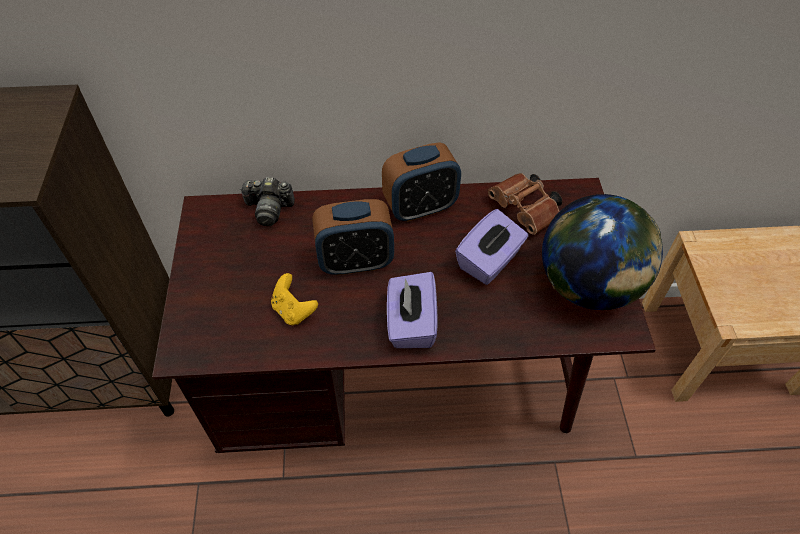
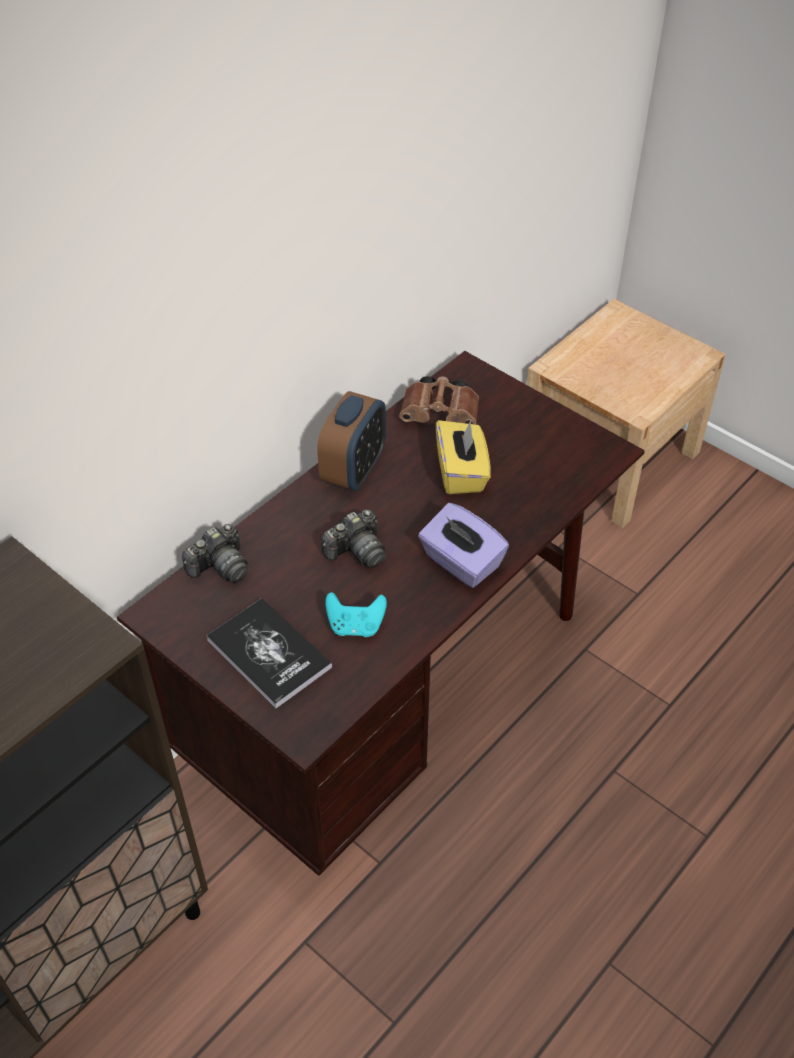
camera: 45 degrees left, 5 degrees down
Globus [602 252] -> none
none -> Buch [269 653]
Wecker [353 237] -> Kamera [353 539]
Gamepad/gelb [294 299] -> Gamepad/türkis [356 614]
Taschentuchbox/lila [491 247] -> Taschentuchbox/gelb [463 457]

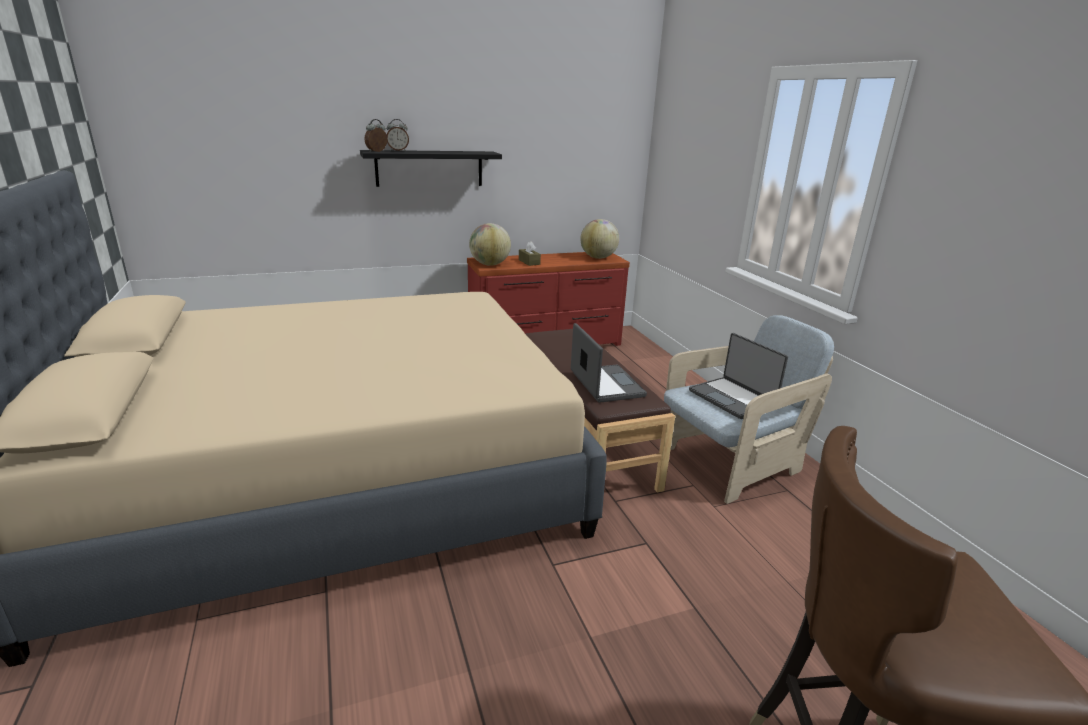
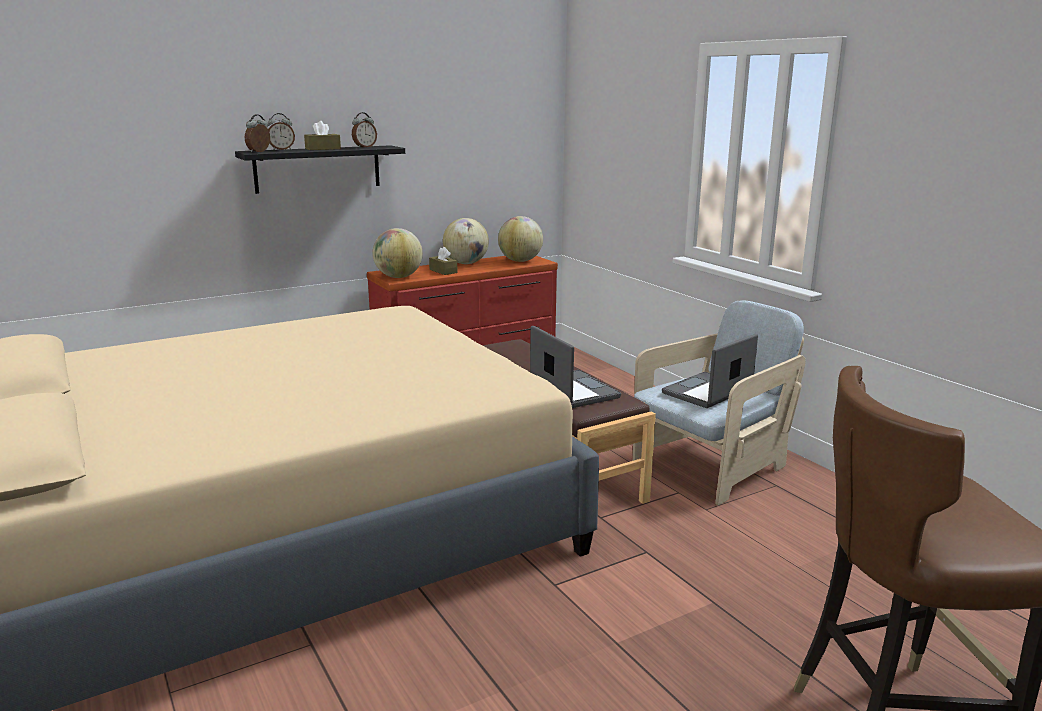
camera: 10 degrees left, 5 degrees down
none -> Taschentuchbox/braun [322 135]
none -> Wecker [364 130]
none -> Globus [466 241]
Laptop [738 376] -> Laptop [710 371], 90 degrees clockwise

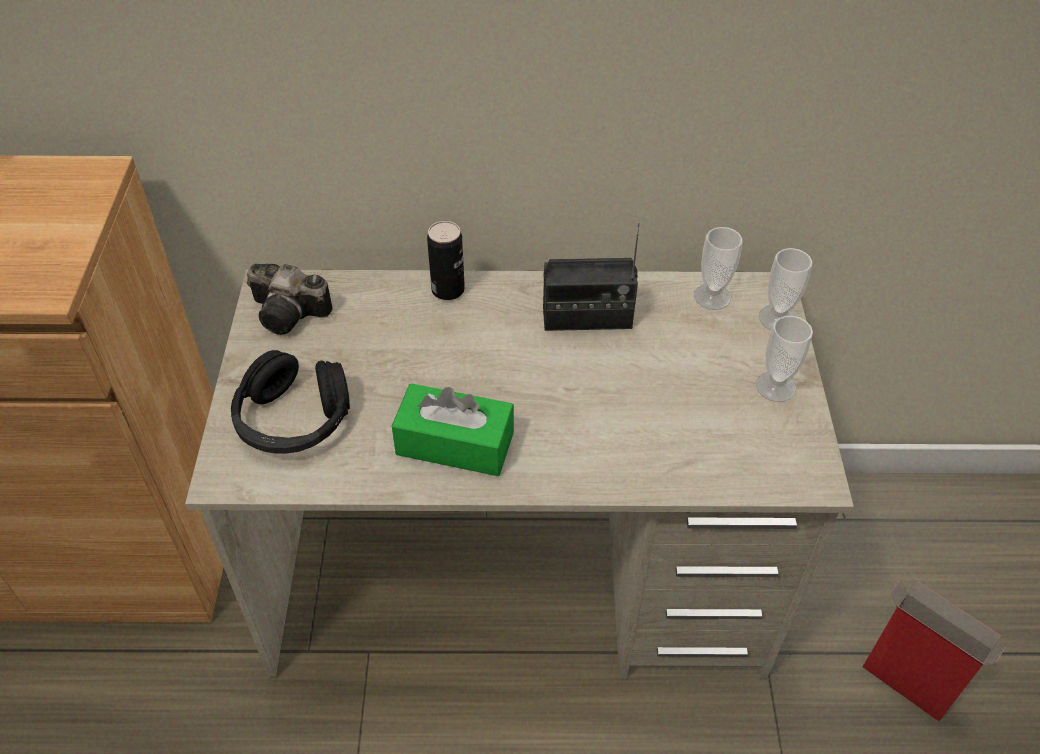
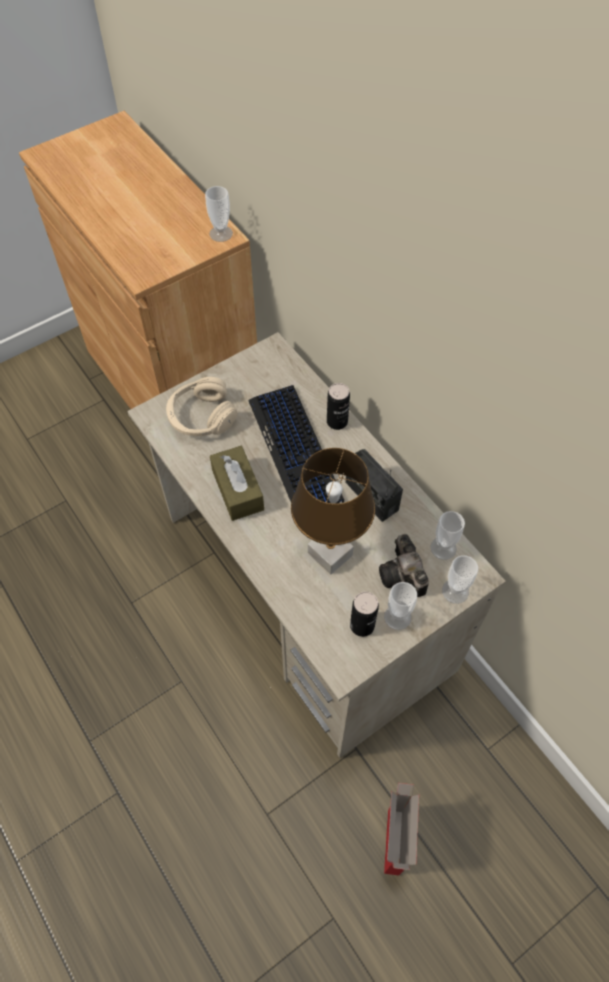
camera: 55 degrees right, 10 degrees up
none -> Tasse [219 214]
none -> Tastatur [296 444]
none -> Tischlampe/braun [333 511]
none -> Dose [364 614]
Kamera [290 299] -> Kamera [404 565], relocated
Kopfhörer/schwarz [290 402] -> Kopfhörer/beige [202 406]
Taschentuchbox/grün [453 429] -> Taschentuchbox/braun [237 483]

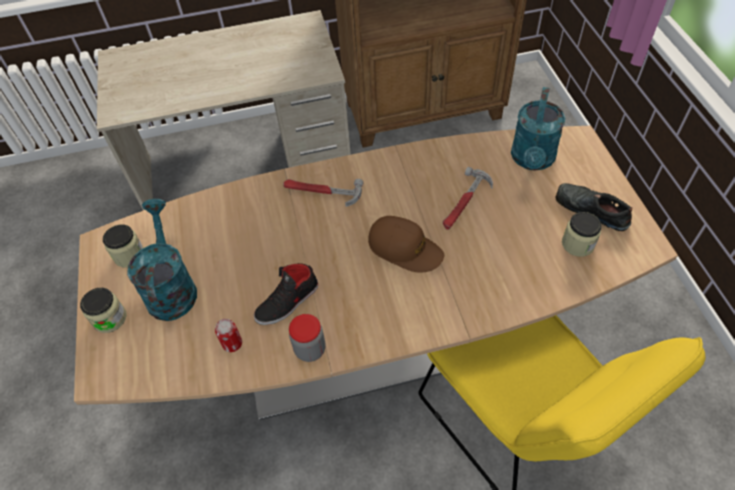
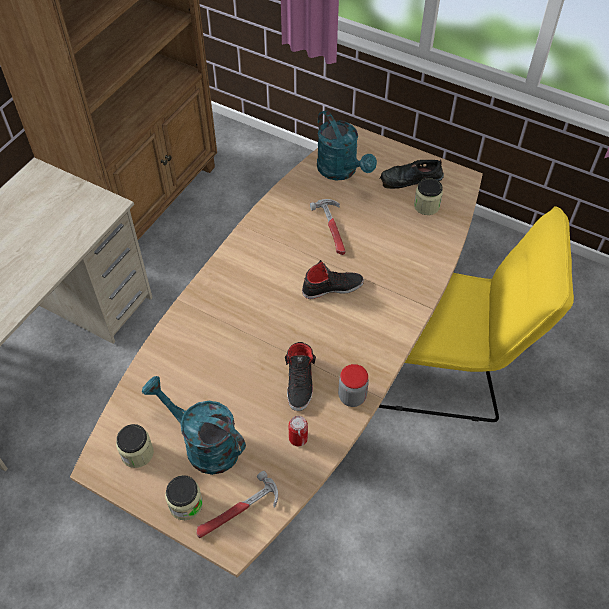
camera: 50 degrees left, 0 degrees up
Hammer [323 193] -> Hammer [237 504], relocated
Kappe/braun [406 244] -> Schuh/schwarz [333 279]

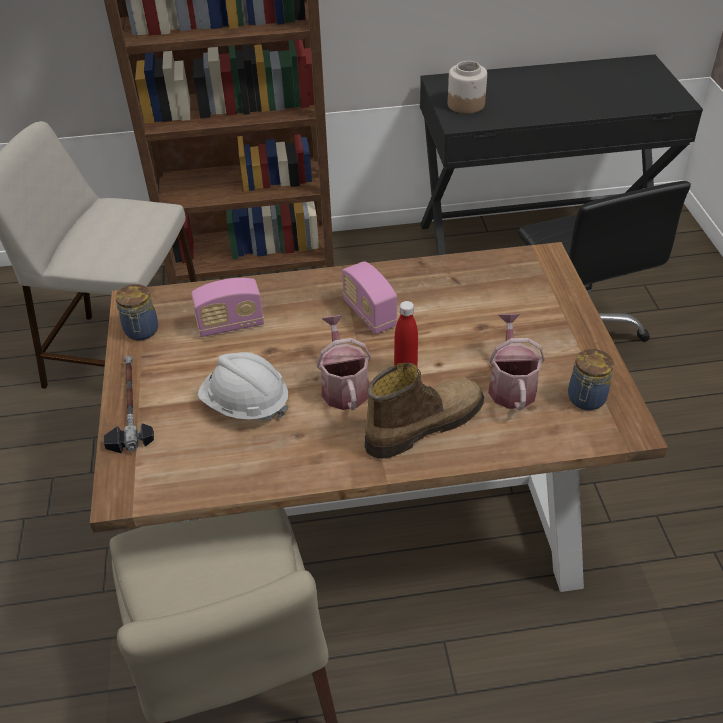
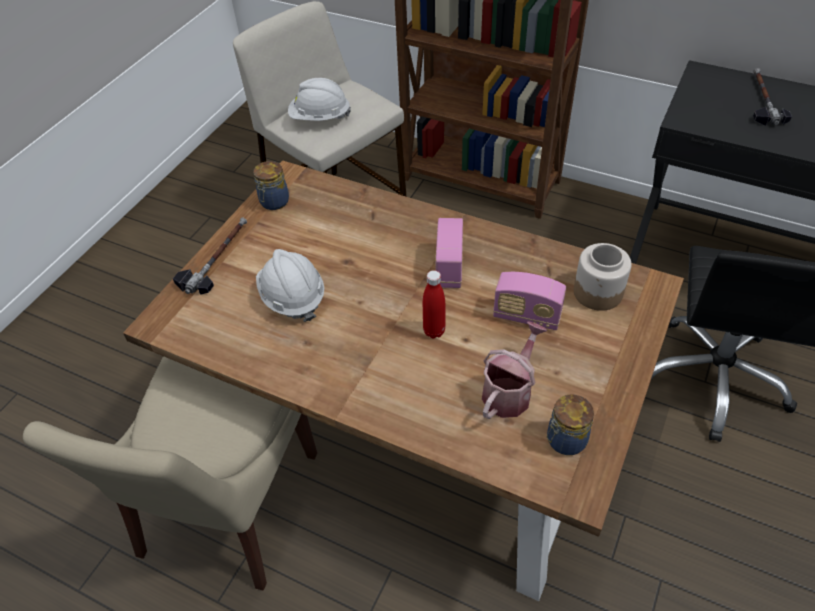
camera: 35 degrees right, 5 degrees up
Gießkanne [343 363] -> none
Stiefel [424 411] -> none
none -> Schutzhelm/weiß [319 99]
none -> Hammer [772 97]
Radio [227 307] -> Radio [529 301], relocated
Vorratsglas [467 87] -> Vorratsglas [603 277], relocated

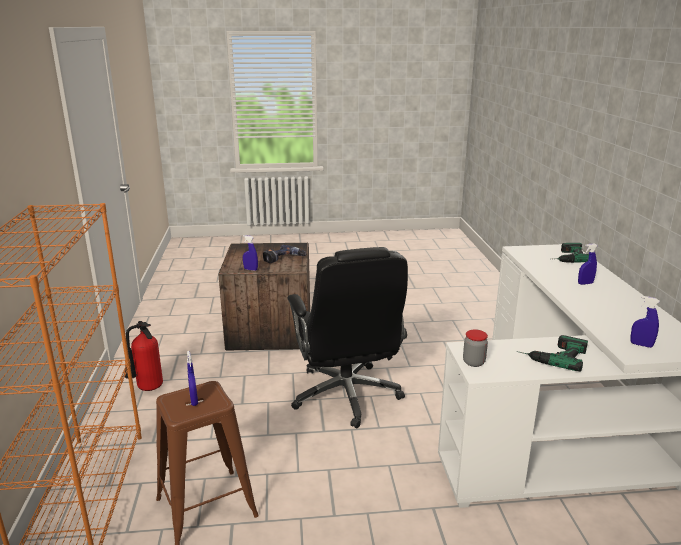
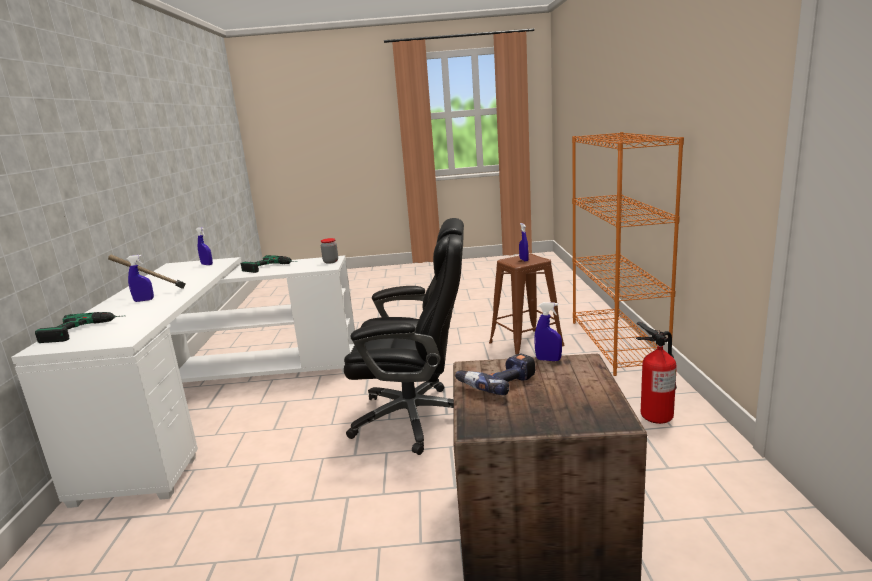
camera: 175 degrees left, 5 degrees down
none -> Hammer [146 271]
Bürostuhl/schwarz [348 337] -> Bürostuhl/schwarz [404 336], 105 degrees clockwise

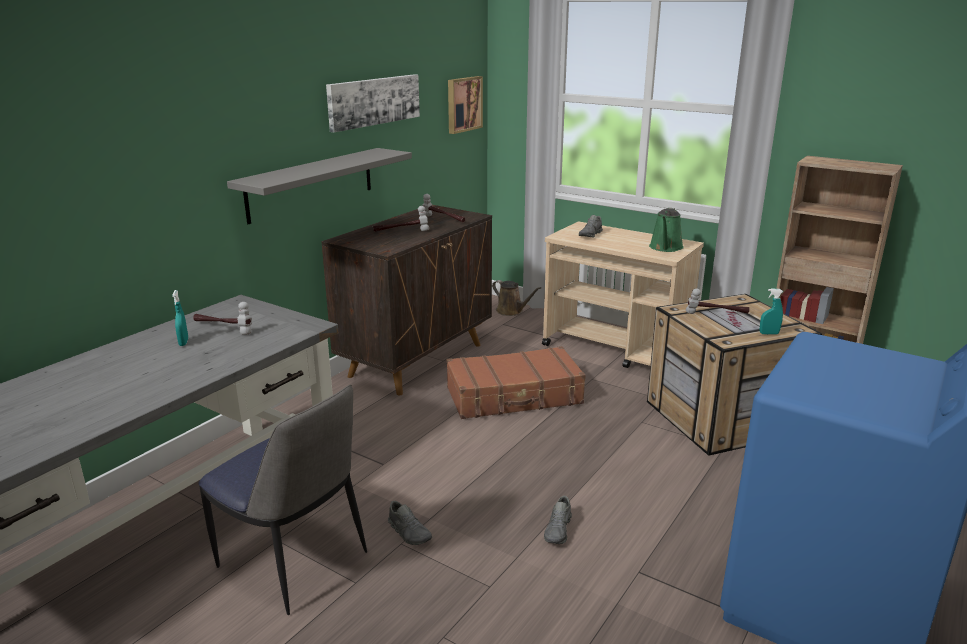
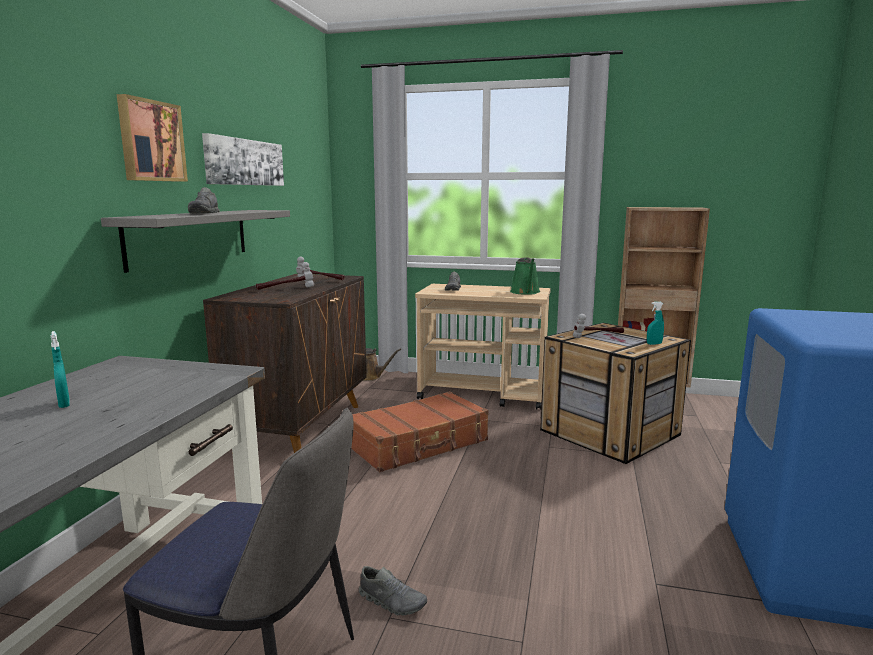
camera: 20 degrees left, 10 degrees down
Hammer [222 318] -> none
Bild [465 105] -> Bild [152 138], relocated
Schuh/grau [558 520] -> Schuh/grau [204 200], relocated

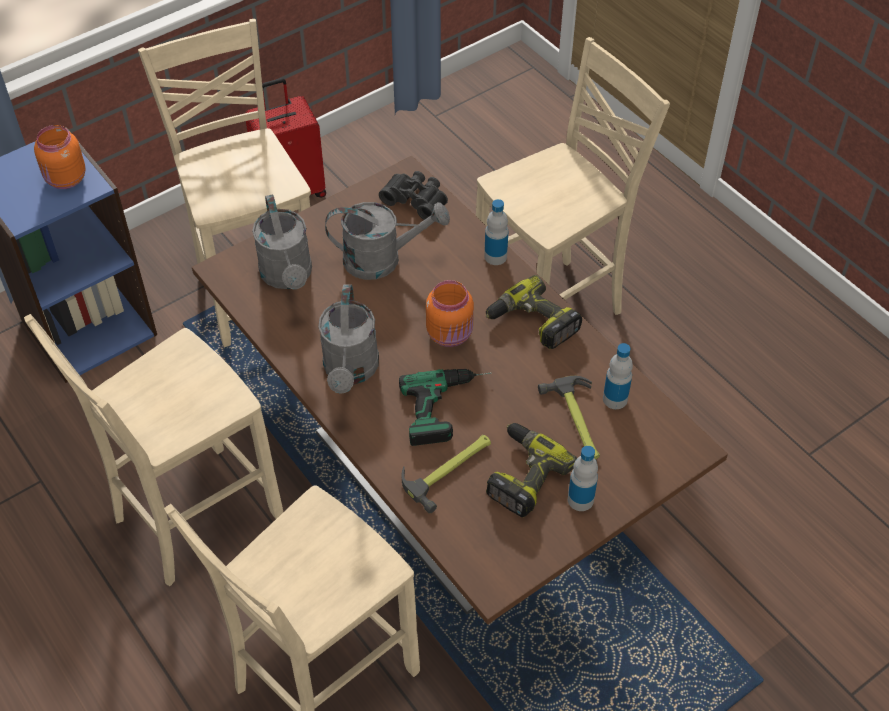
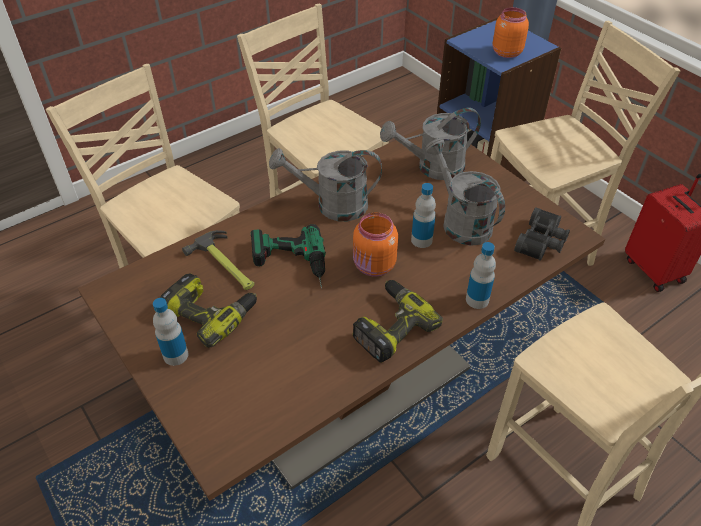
camera: 90 degrees right, 5 degrees down
Hammer [569 417] -> none
Flasche [618 376] -> Flasche [423 215], relocated
Gießkanne/grau [387 241] -> Gießkanne/grau [465 192], 150 degrees clockwise

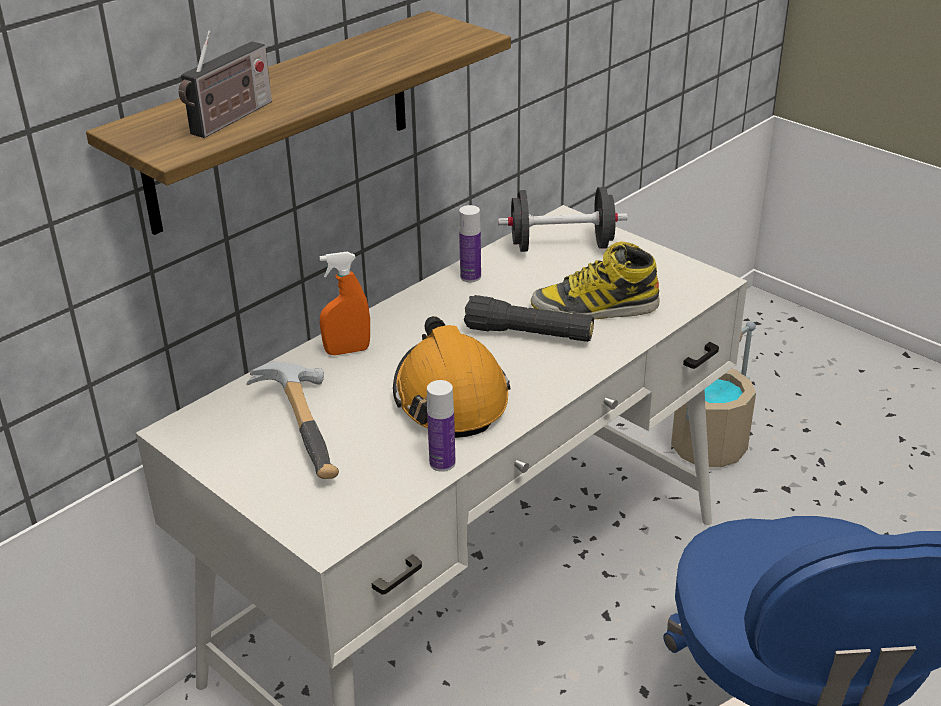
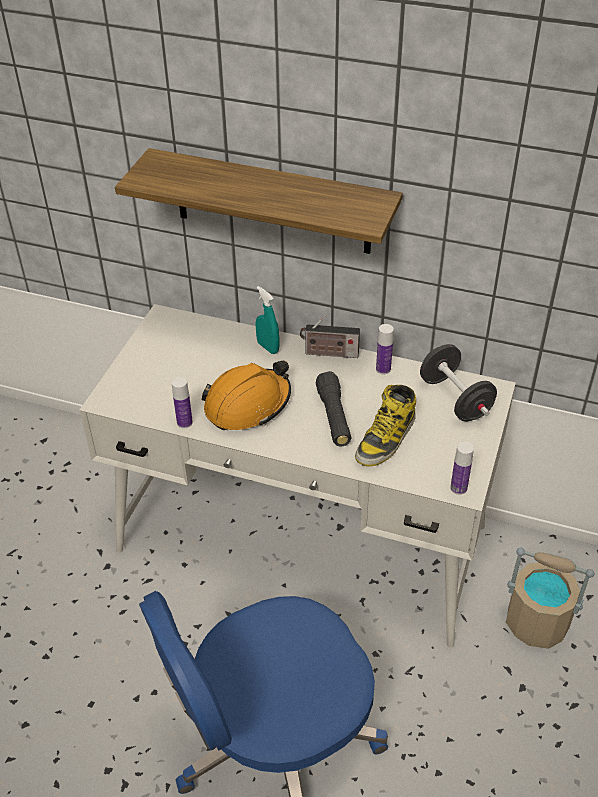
camera: 65 degrees right, 10 degrees up
Hammer [292 420] -> none
none -> Flasche [462 468]
Radio [225 84] -> Radio [330 336], relocated
Sprühflasche/orange [345 303] -> Sprühflasche/türkis [267 320]
Stiefel [595 280] -> Stiefel [385 426], 120 degrees counterclockwise

